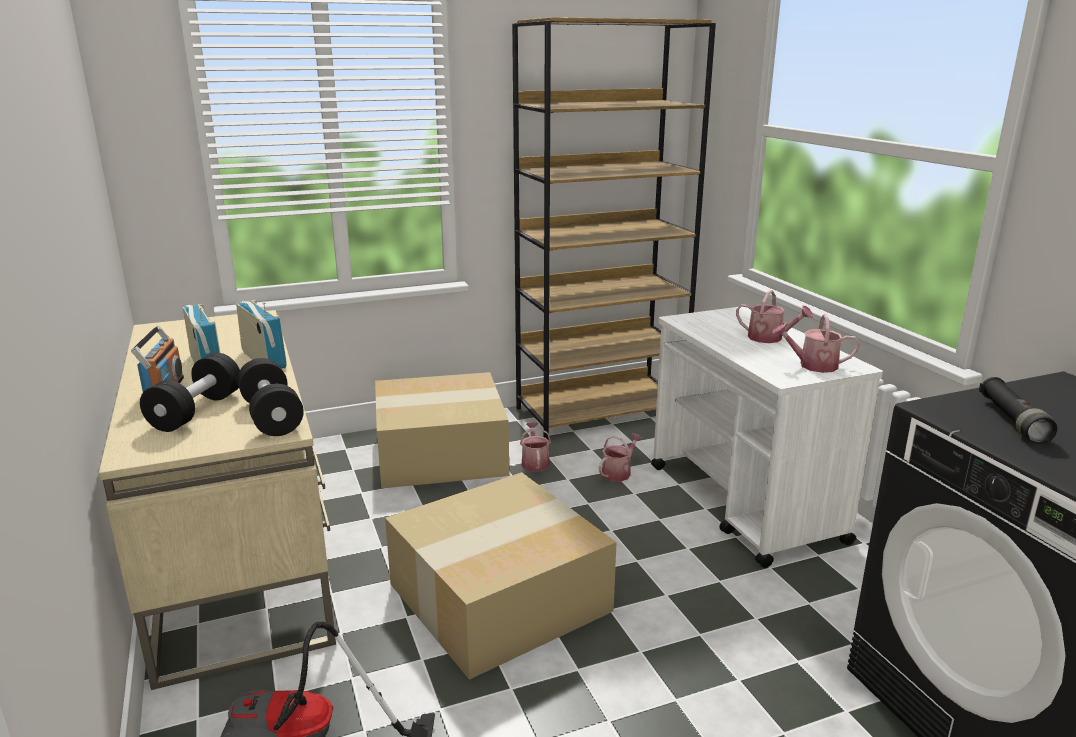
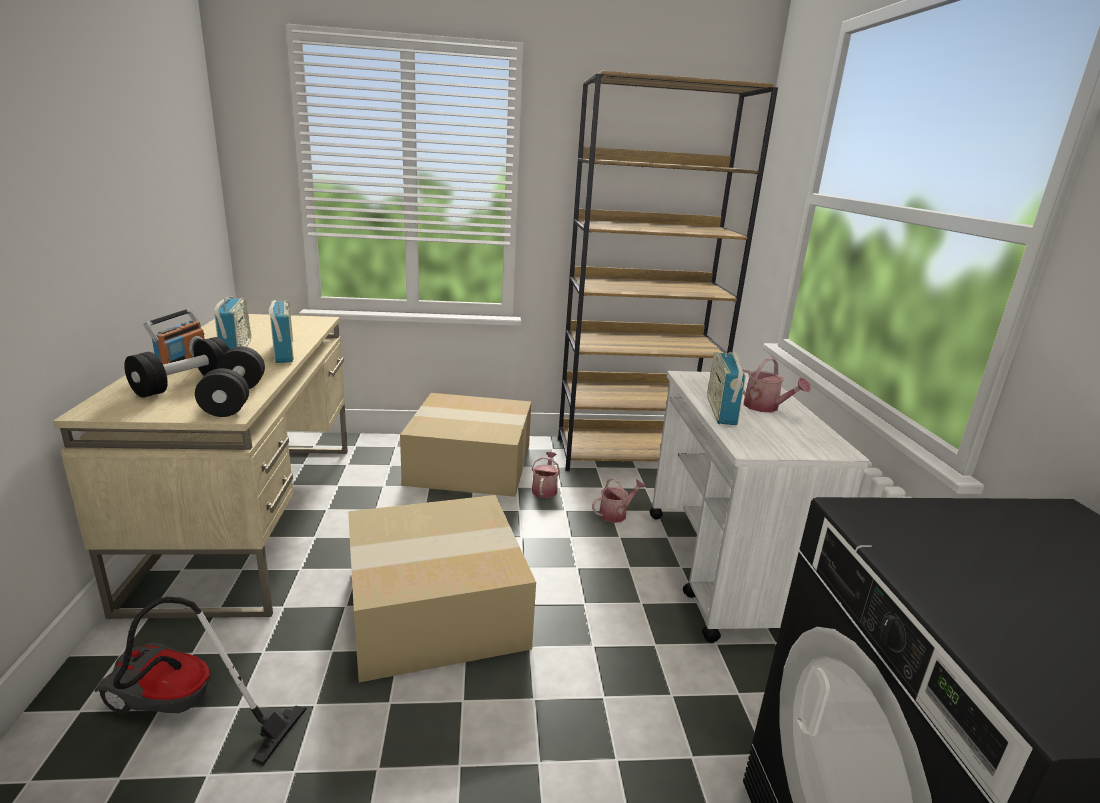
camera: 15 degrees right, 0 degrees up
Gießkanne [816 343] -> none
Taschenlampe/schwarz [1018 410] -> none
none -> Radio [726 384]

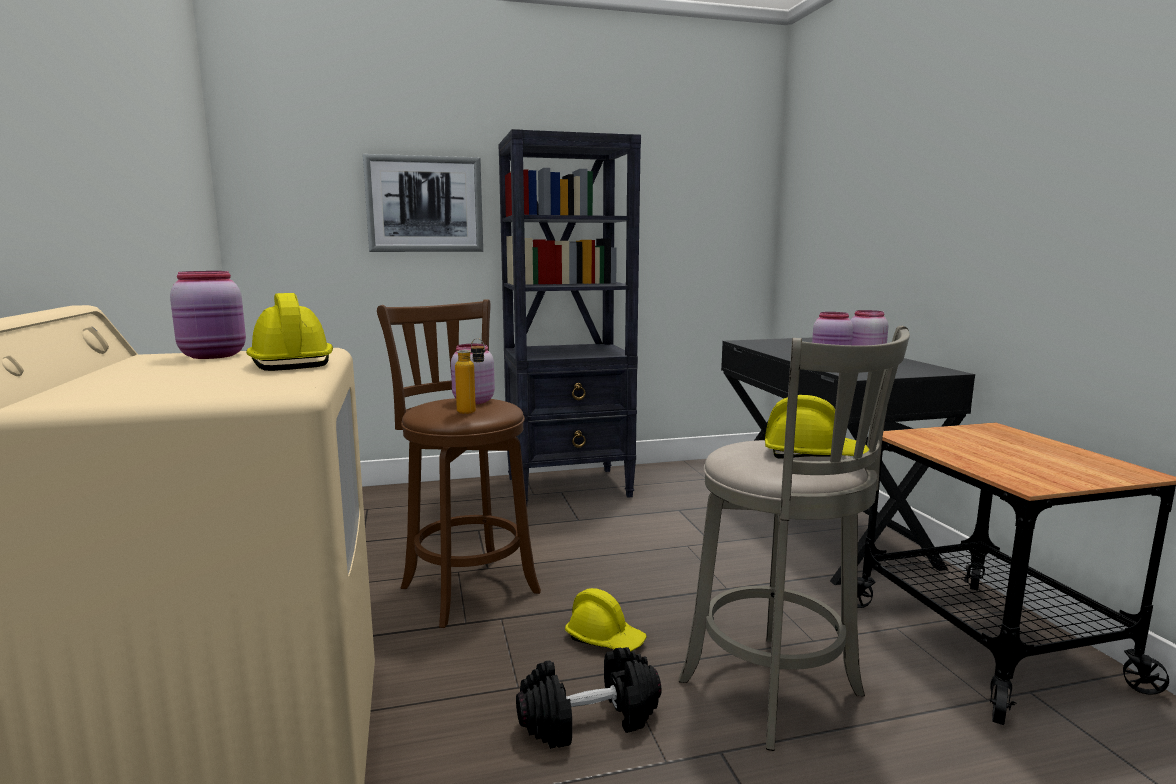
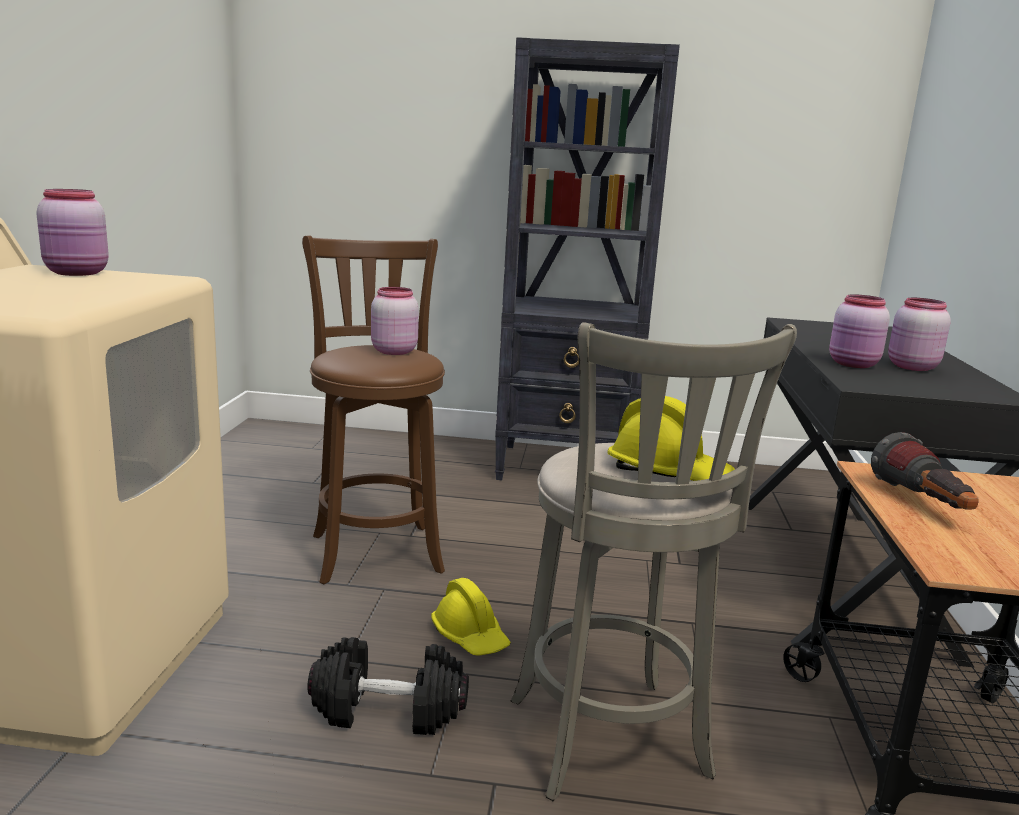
camera: 20 degrees right, 5 degrees up
Schutzhelm/gelb [289 332] -> none
Bild [423 203] -> none
Flasche [470 376] -> none
none -> Taschenlampe [925 471]

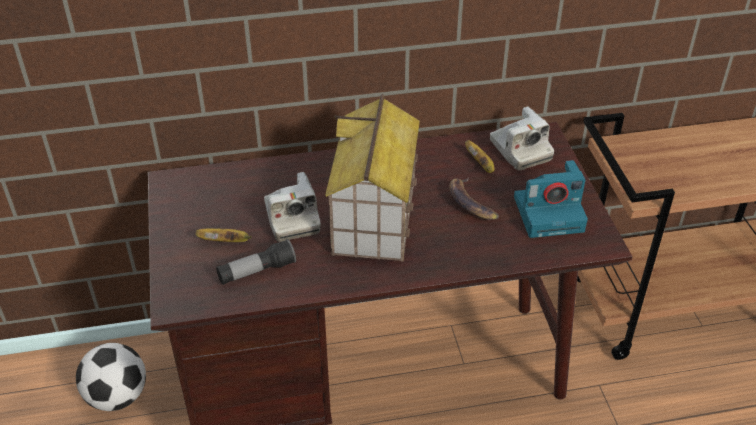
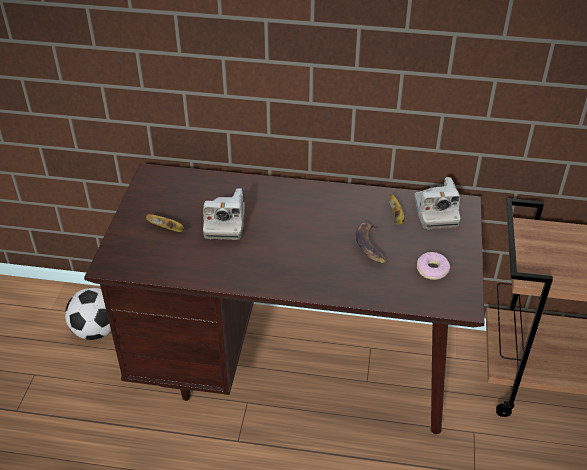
camera: 20 degrees right, 0 degrees up
Taschenlampe [256 262] -> none
Spielzeughaus [372 178] -> none
Kamera [551 199] -> Donut [433 266]

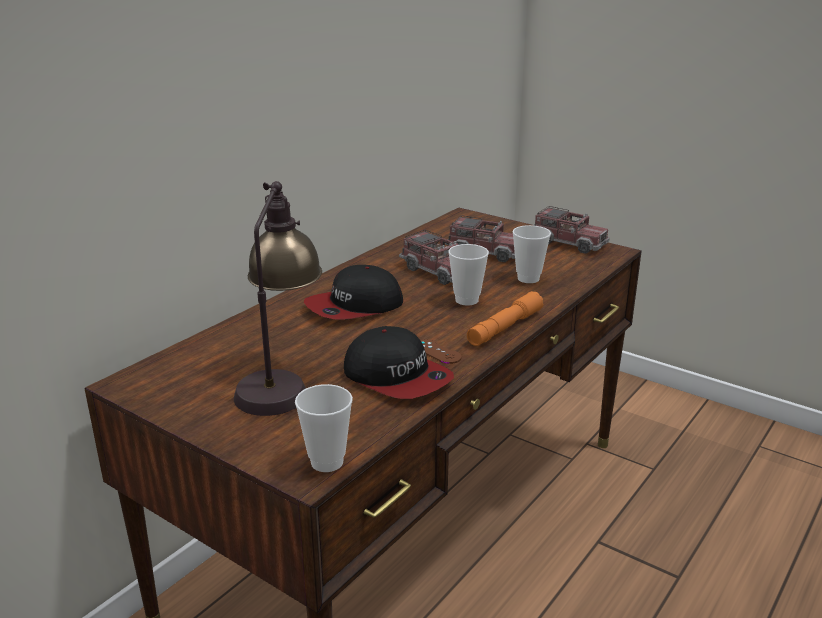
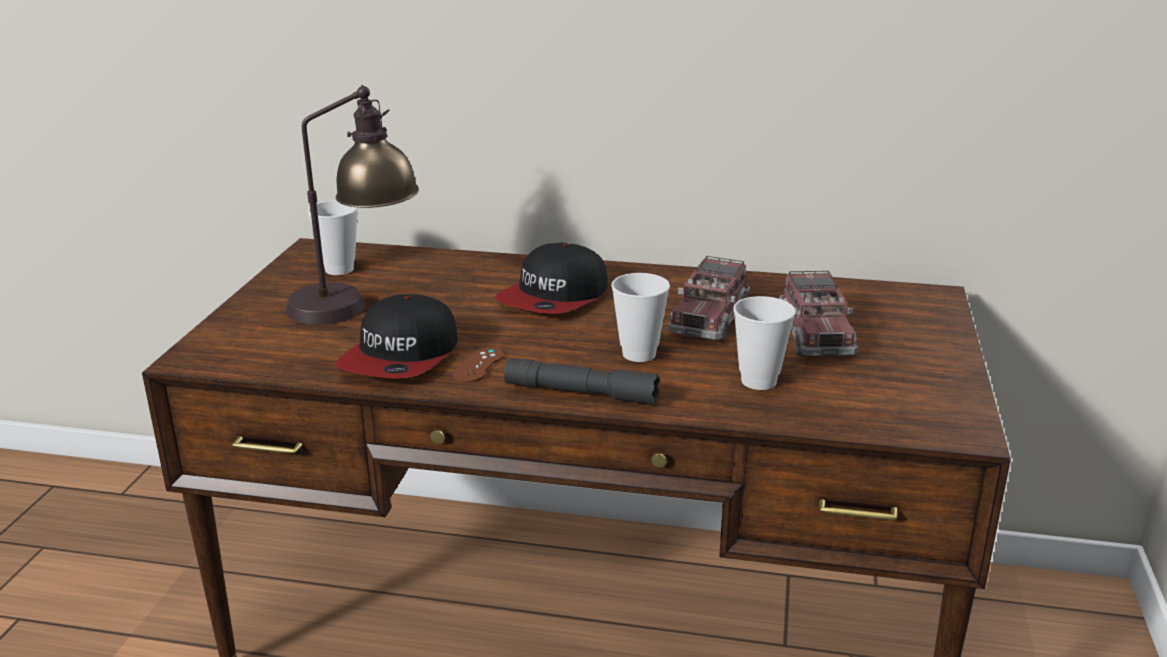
camera: 65 degrees right, 0 degrees up
Spielzeuglaster [572 230] -> none
Tasse [324 428] -> Tasse [333 237], relocated
Taschenlampe/orange [505 318] -> Taschenlampe/grau [582 381]
Kappe [353 292] -> Kappe [551 278], 90 degrees counterclockwise

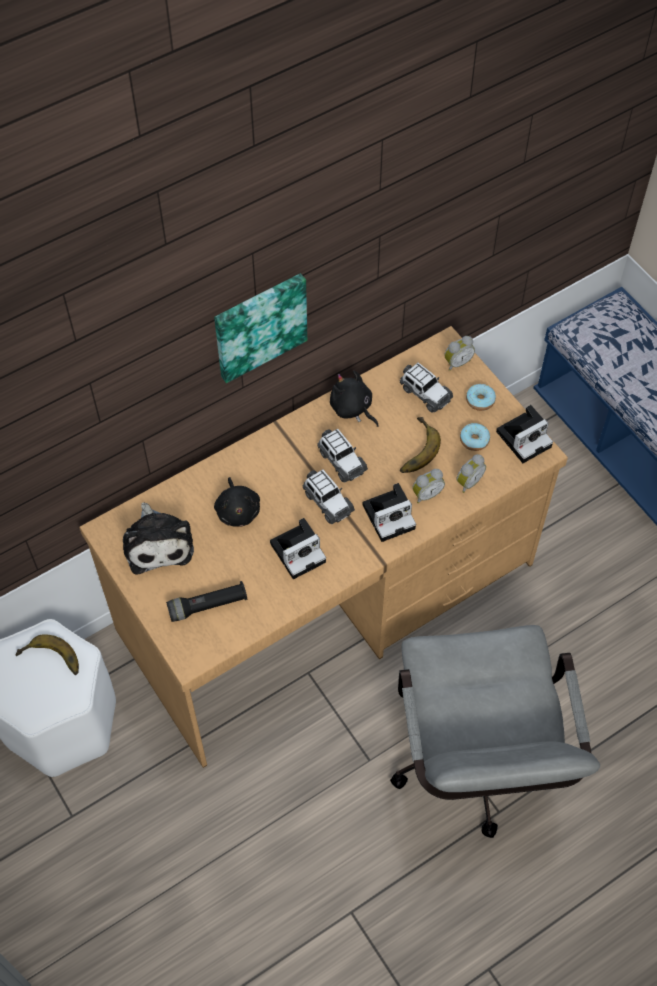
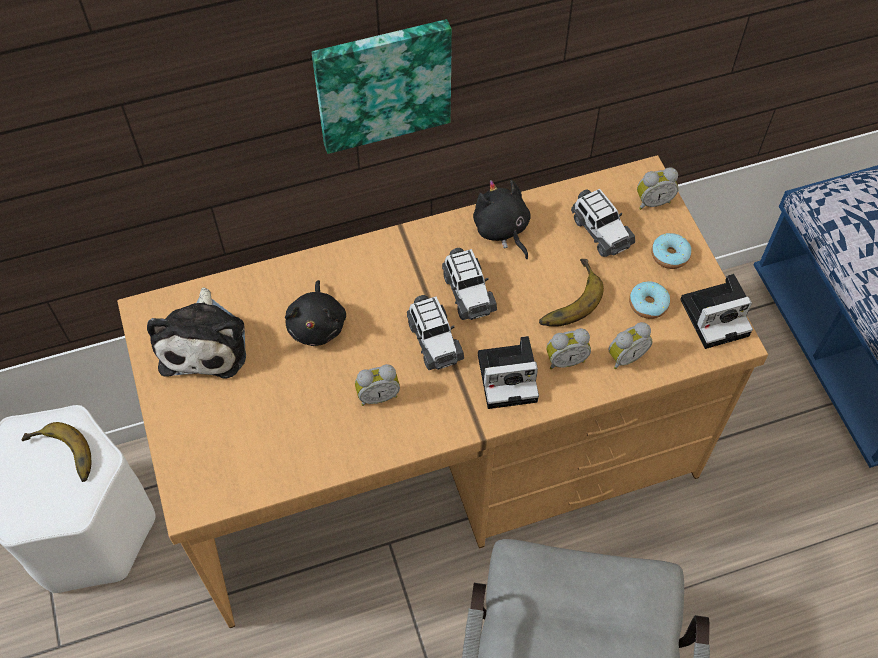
camera: 15 degrees right, 0 degrees up
Taschenlampe/schwarz [206 601] -> none
Kamera [298 548] -> Wecker [377 385]

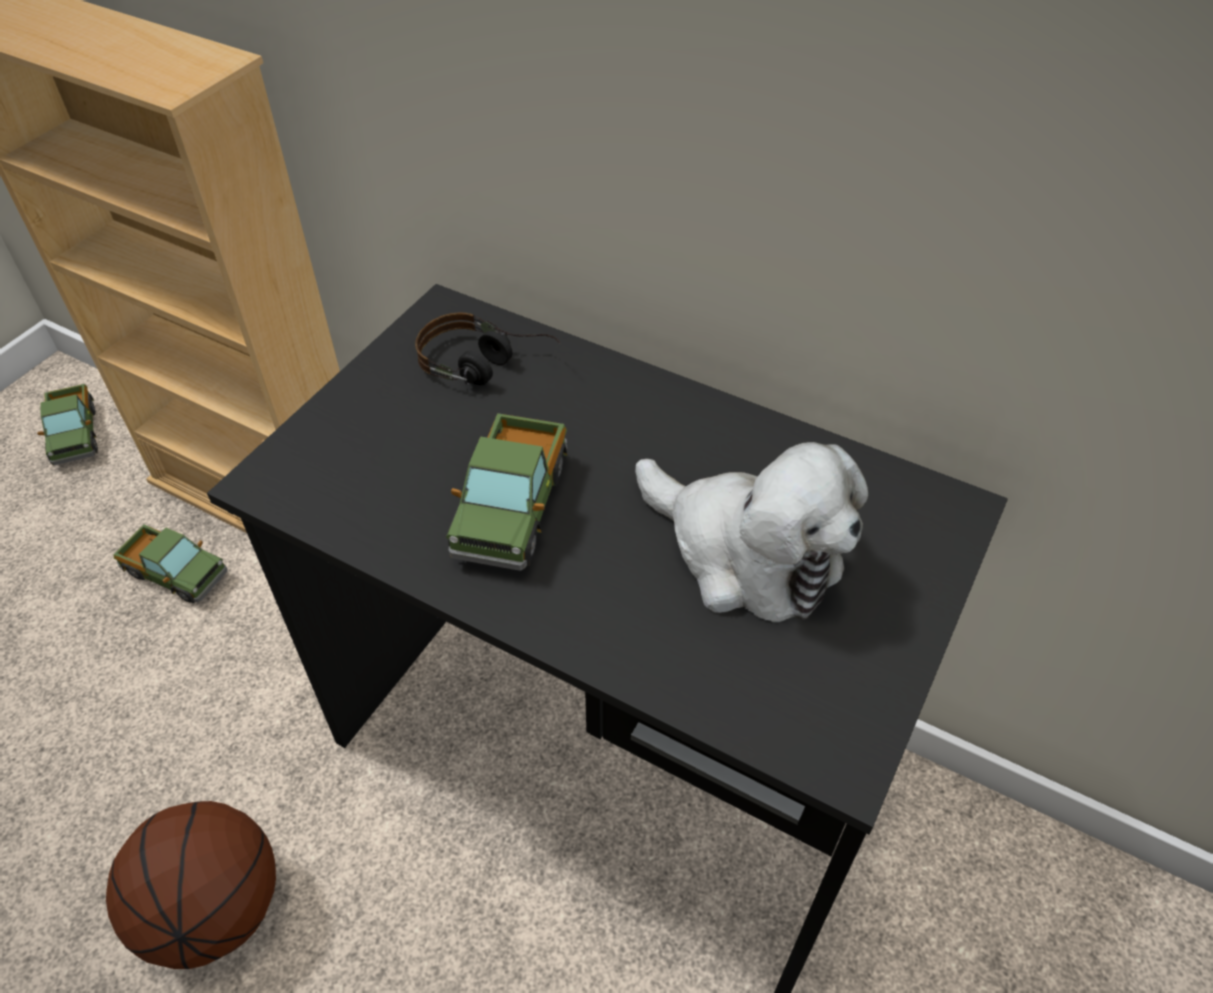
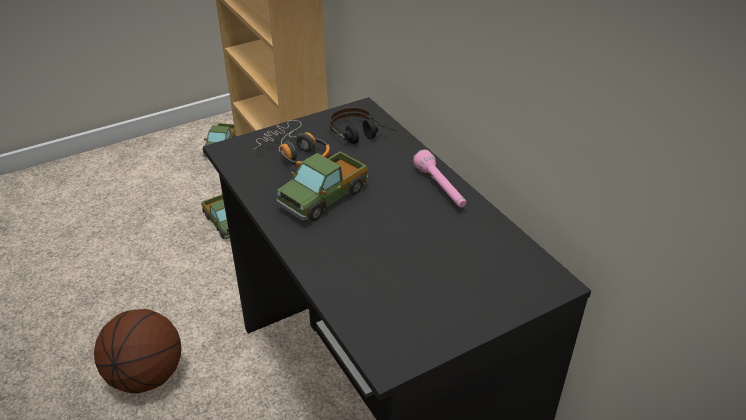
camera: 30 degrees right, 10 degrees down
Plüschtier [751 532] -> none
none -> Kopfhörer [291 143]
none -> Taschenlampe/rosa [439 178]

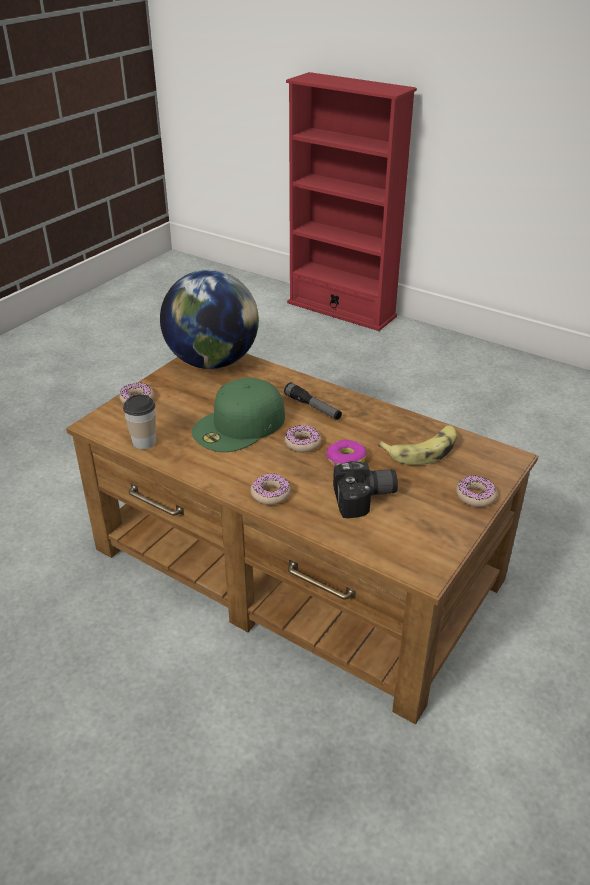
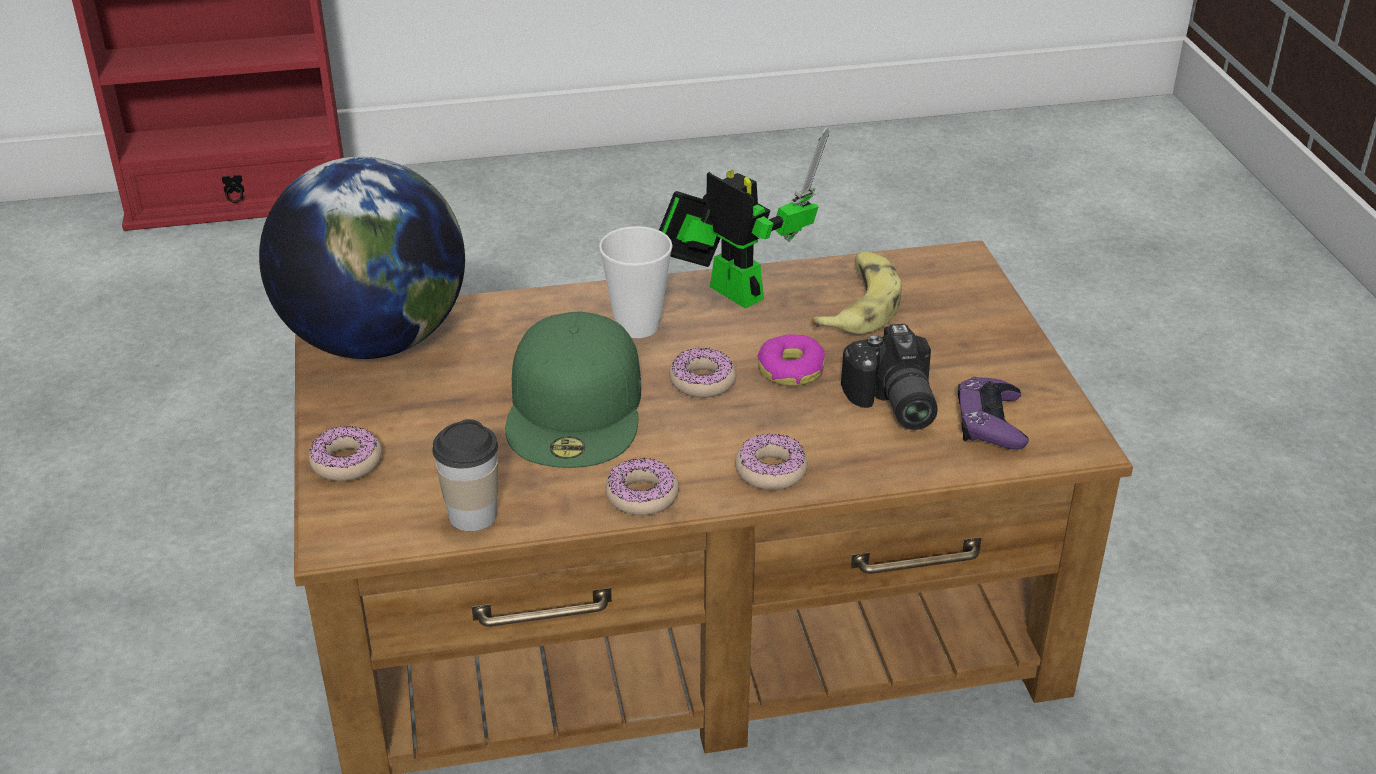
camera: 45 degrees left, 0 degrees up
none -> Spielzeugroboter [744 217]
none -> Gamepad/lila [993 413]
Donut [476 491] -> Donut [642 486], relocated
Taschenlampe [313 401] -> Tasse [636 282]
Kamera [365 489] -> Kamera [889 377], 135 degrees clockwise

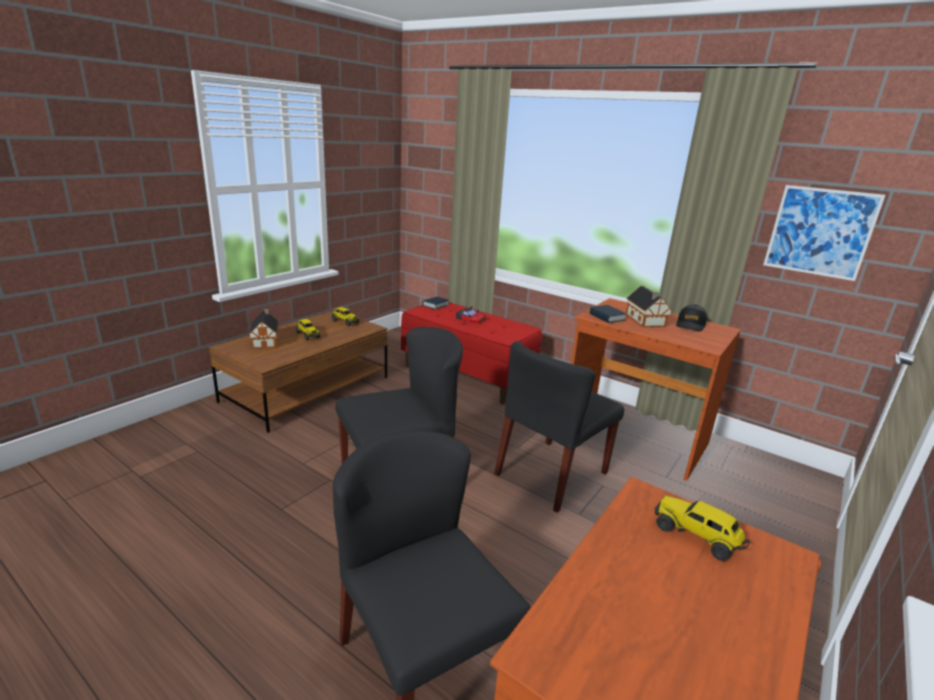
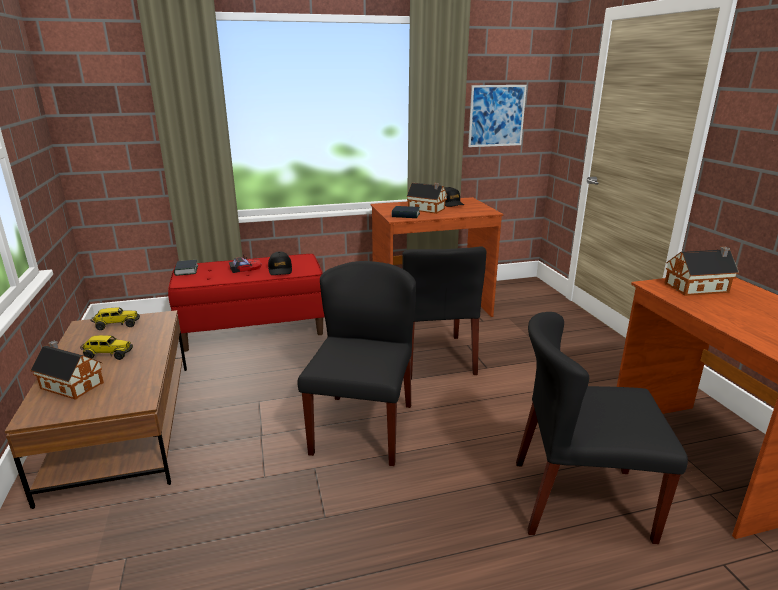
camera: 50 degrees left, 0 degrees up
none -> Kappe/schwarz [280 263]
Spielzeuglaster [703 528] -> Spielzeughaus [701 271]

